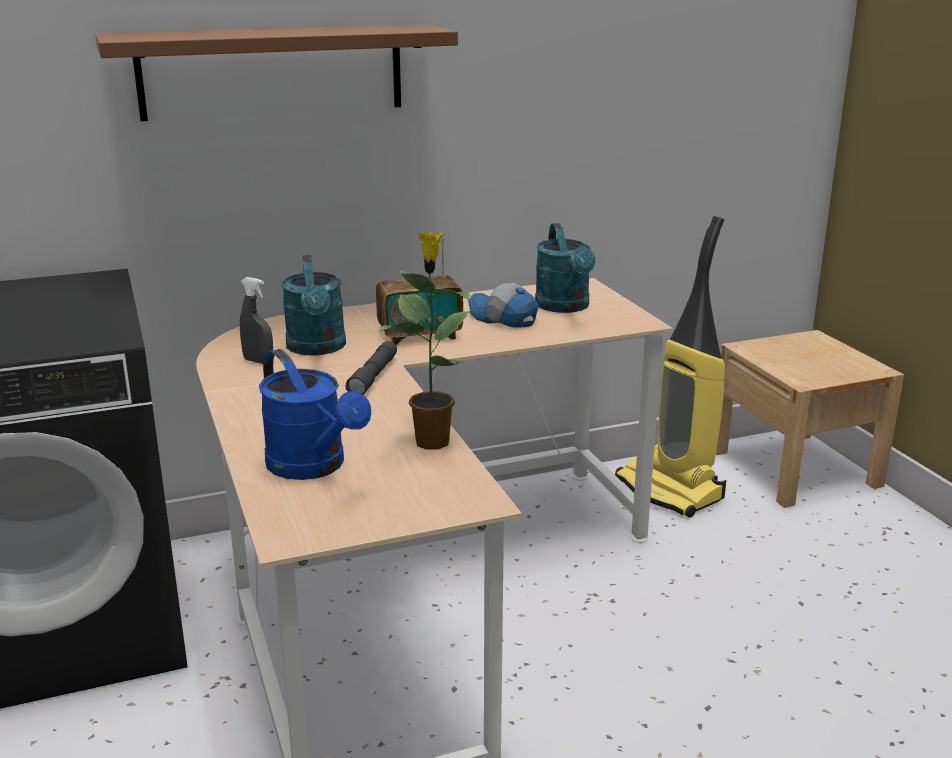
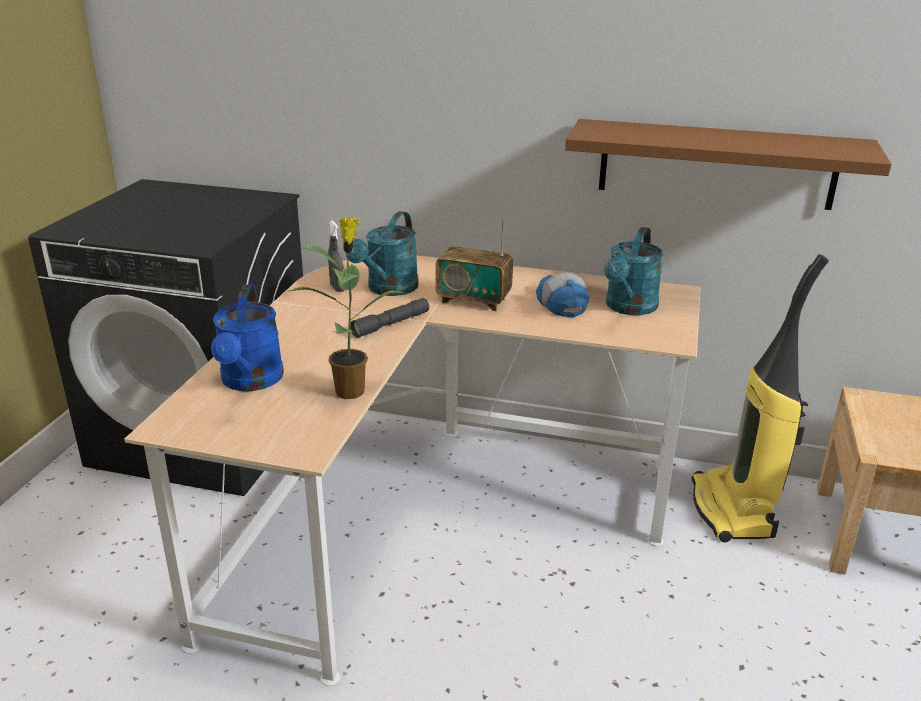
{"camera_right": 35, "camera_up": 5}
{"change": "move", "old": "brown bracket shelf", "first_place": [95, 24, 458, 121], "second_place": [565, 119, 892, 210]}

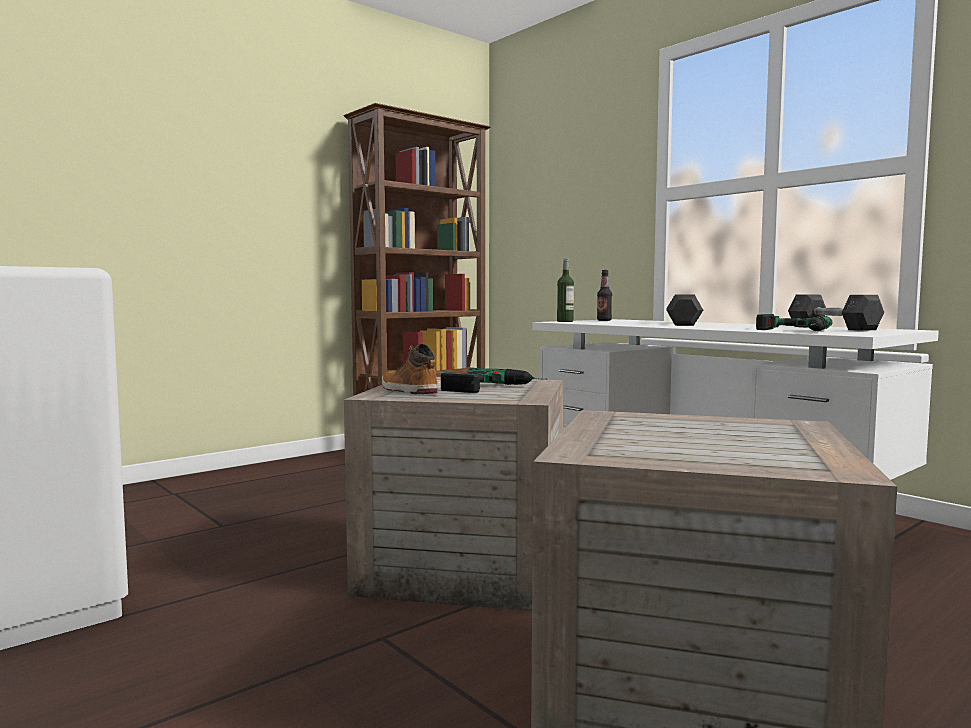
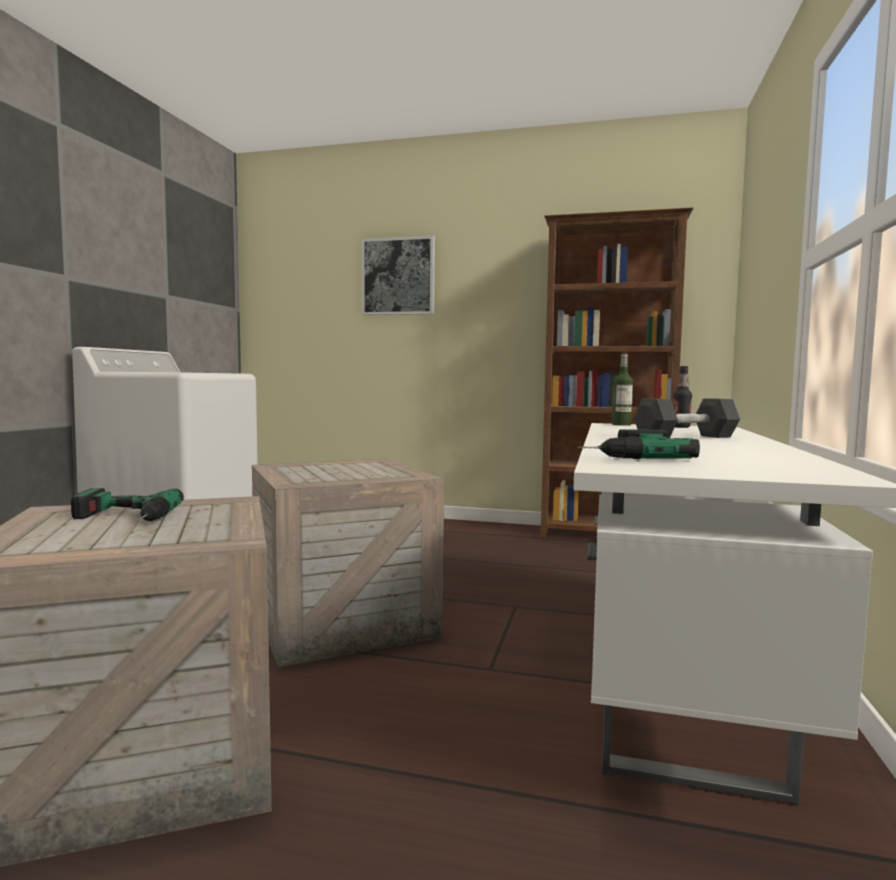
{"camera_right": 55, "camera_up": 0}
{"change": "delete", "old": "tall boot", "first_place": [382, 344, 438, 394]}
{"change": "move", "old": "drill", "first_place": [441, 368, 548, 393], "second_place": [71, 488, 184, 521]}
{"change": "delete", "old": "greyish free weight", "first_place": [788, 295, 884, 331]}
{"change": "insert", "new": "wall picture", "second_place": [361, 236, 435, 315]}

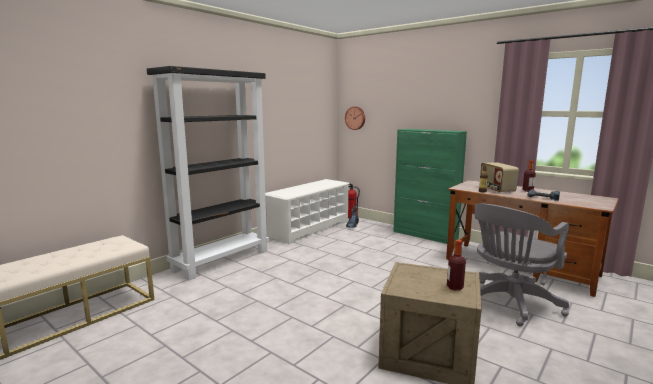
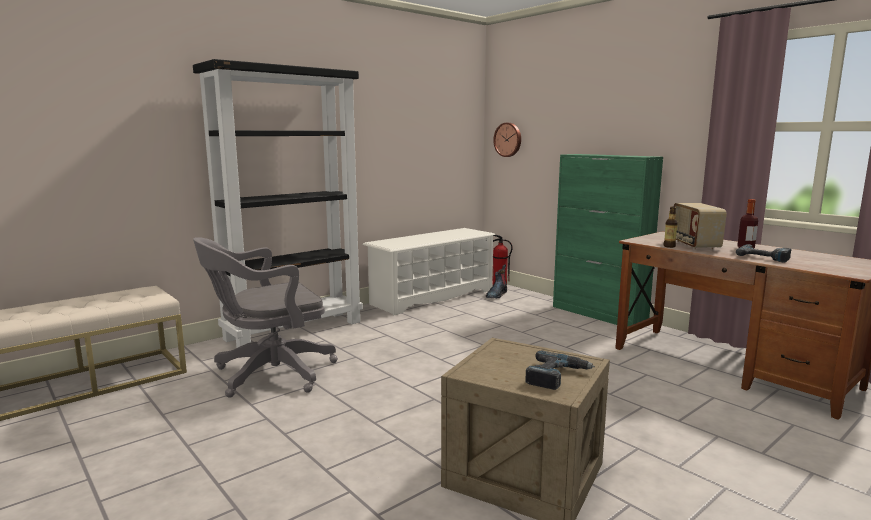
{"camera_right": 10, "camera_up": 0}
{"change": "replace", "old": "beverage bottle", "new": "drill", "first_place": [447, 240, 466, 291], "second_place": [525, 351, 595, 390]}
{"change": "move", "old": "greyish computer chair", "first_place": [475, 204, 569, 326], "second_place": [193, 237, 338, 398]}

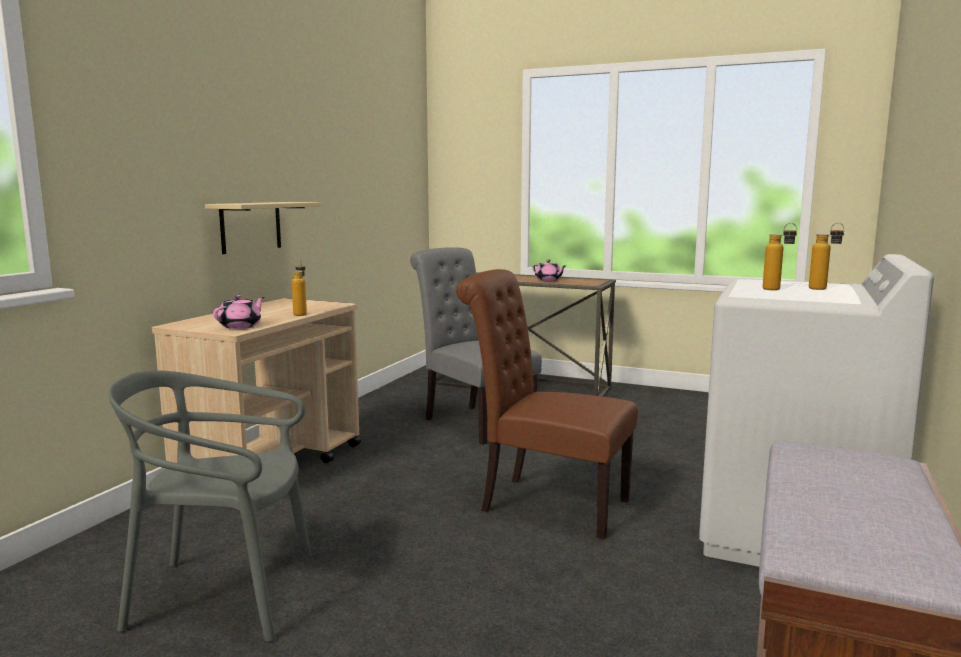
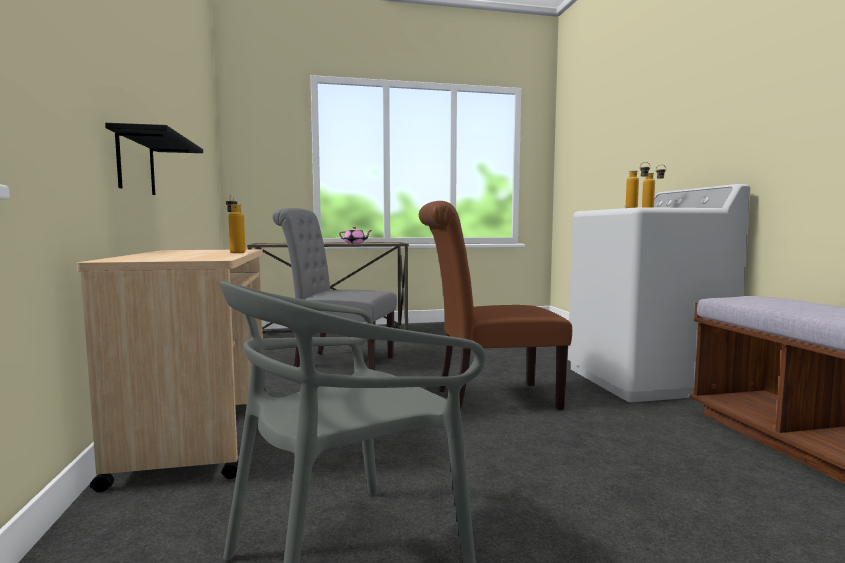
{"camera_right": -35, "camera_up": -5}
{"change": "recolor", "old": "beige-coloured bracket shelf", "new": "black bracket shelf", "first_place": [205, 202, 322, 254], "second_place": [105, 123, 203, 195]}
{"change": "delete", "old": "pinkish tea pot", "first_place": [213, 295, 264, 329]}

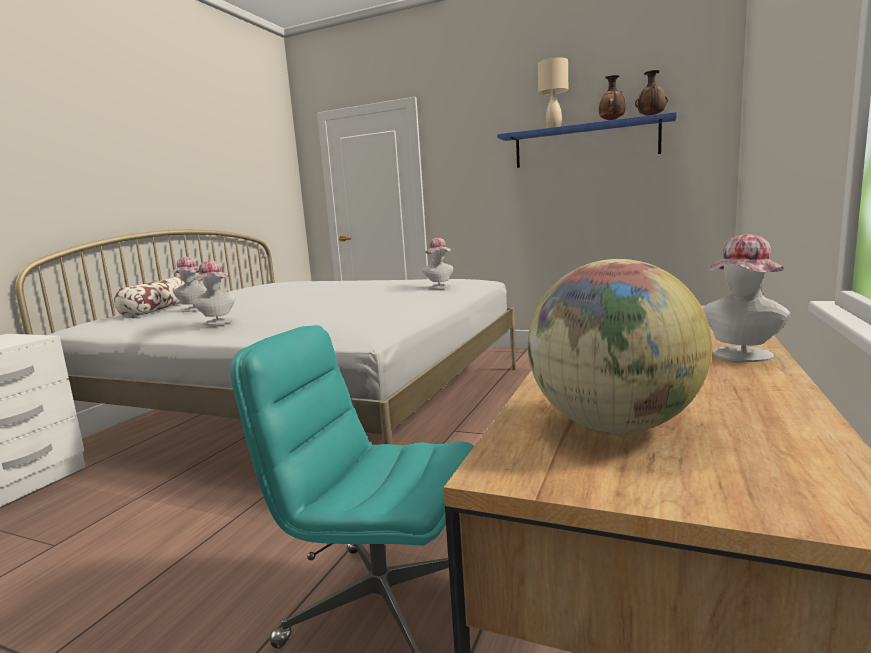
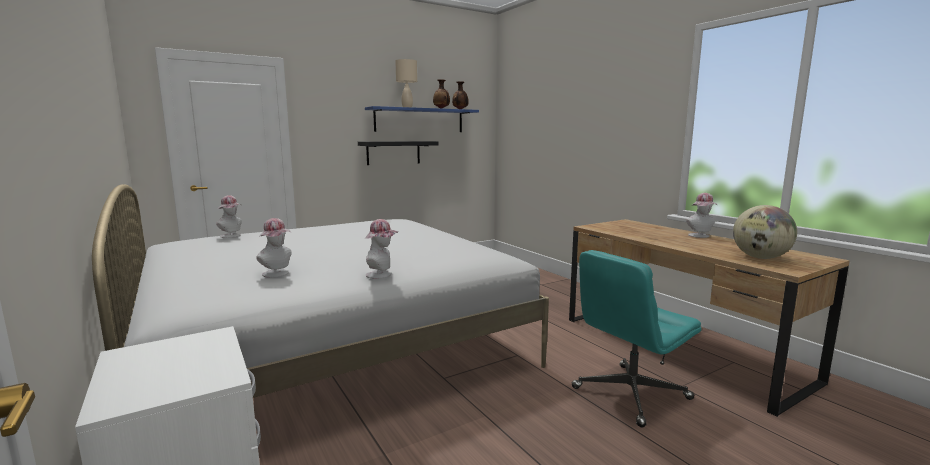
{"camera_right": -55, "camera_up": 0}
{"change": "delete", "old": "pillow", "first_place": [114, 276, 199, 318]}
{"change": "move", "old": "wearable hat", "first_place": [423, 238, 454, 289], "second_place": [216, 195, 242, 238]}
{"change": "insert", "new": "black bracket shelf", "second_place": [358, 141, 439, 165]}

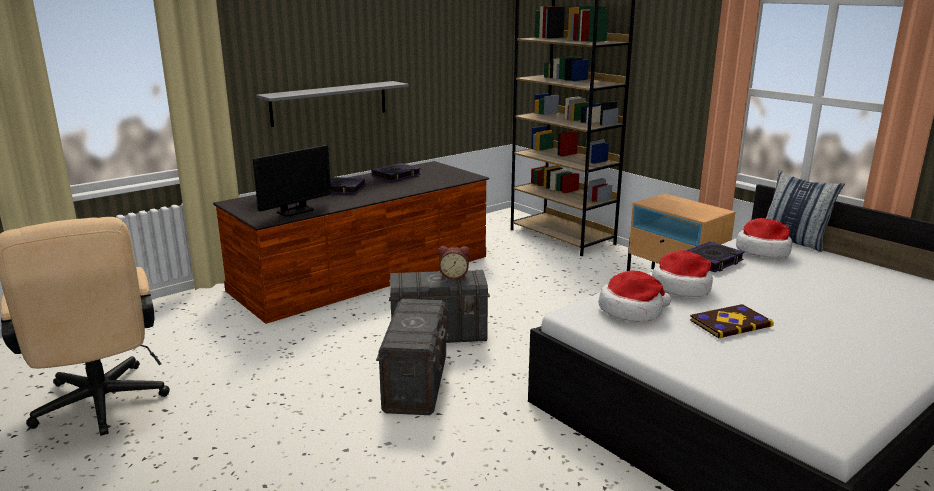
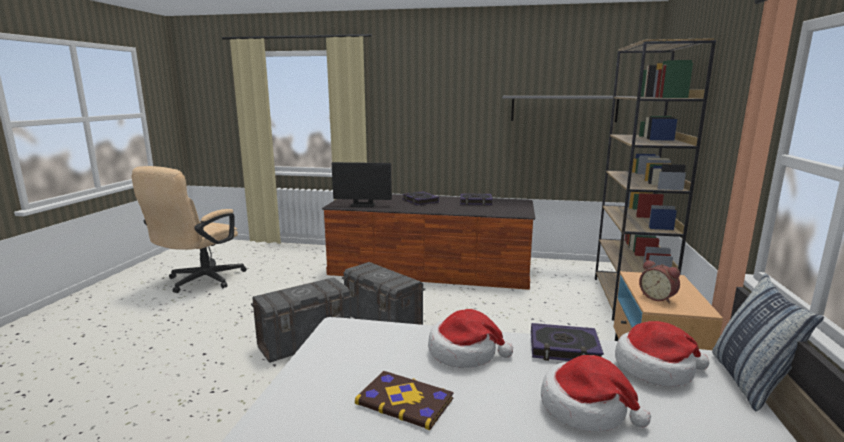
{"camera_right": 50, "camera_up": -5}
{"change": "move", "old": "greyish bracket shelf", "first_place": [256, 81, 409, 127], "second_place": [502, 96, 635, 122]}
{"change": "move", "old": "table clock", "first_place": [438, 246, 470, 280], "second_place": [639, 260, 680, 304]}
{"change": "move", "old": "wearable hat", "first_place": [599, 271, 671, 322], "second_place": [541, 355, 651, 431]}

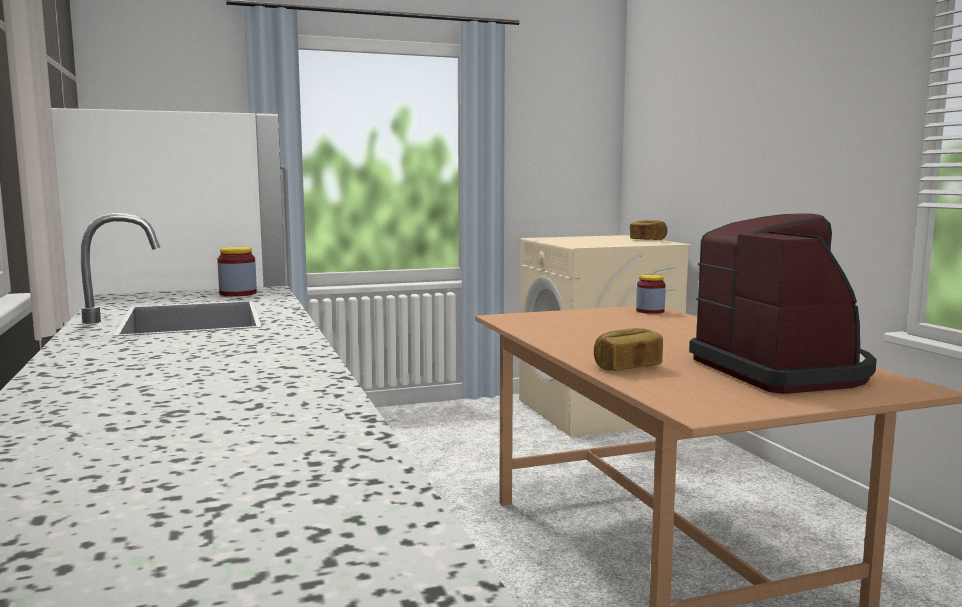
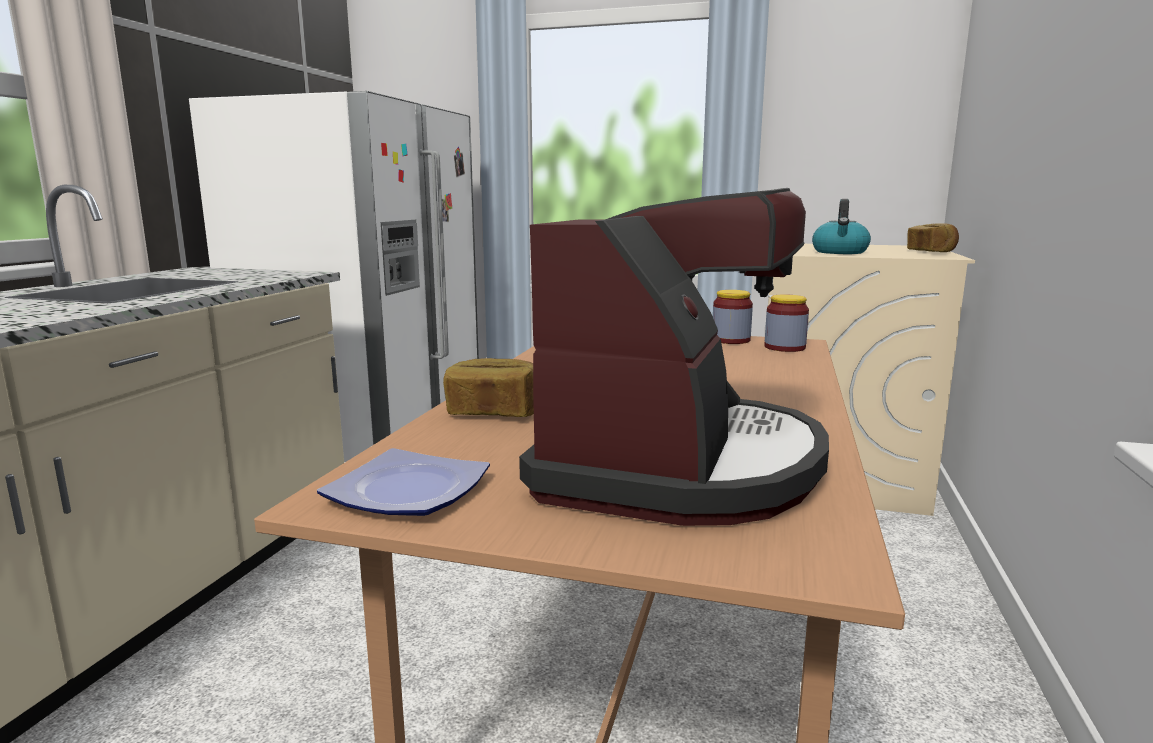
{"camera_right": 35, "camera_up": 5}
{"change": "move", "old": "preserve jar", "first_place": [218, 247, 257, 296], "second_place": [713, 290, 753, 344]}
{"change": "insert", "new": "plate", "second_place": [317, 448, 490, 516]}
{"change": "insert", "new": "kettle", "second_place": [812, 199, 871, 254]}

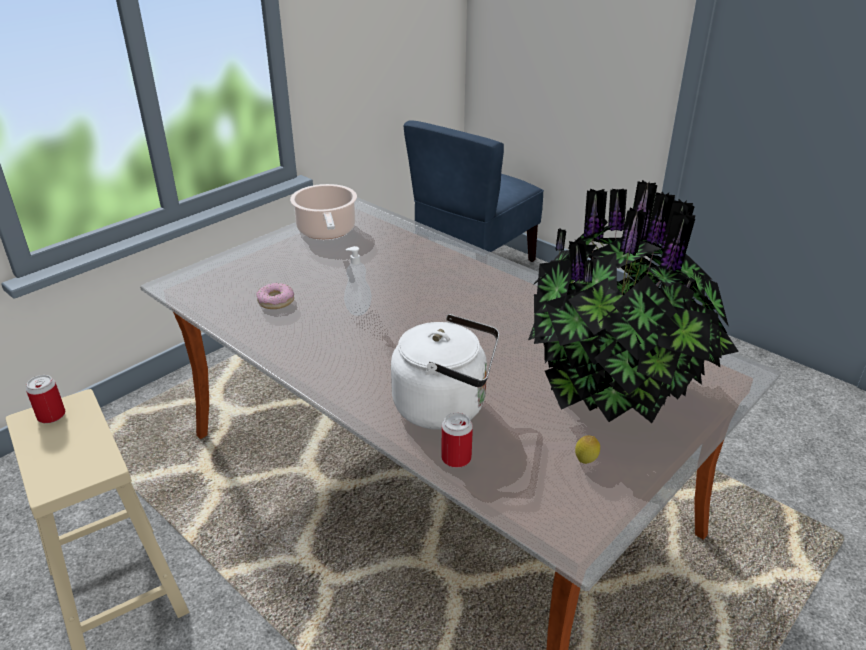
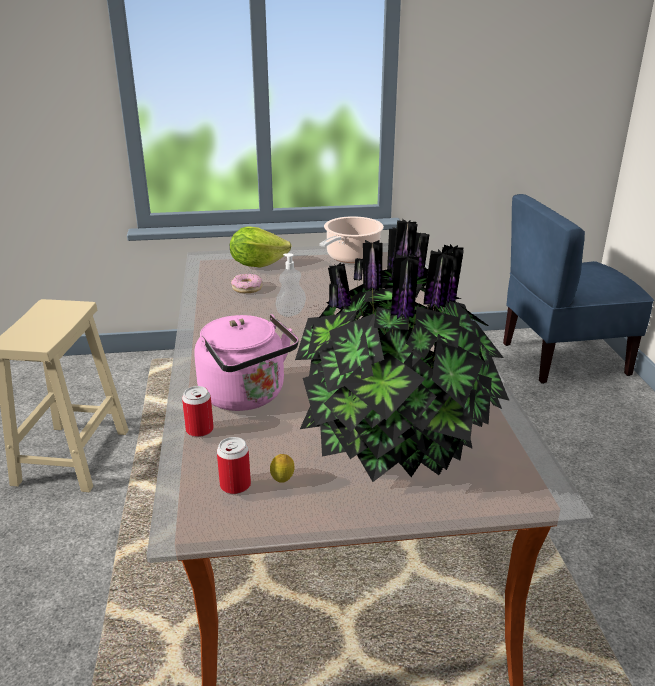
{"camera_right": 40, "camera_up": -5}
{"change": "move", "old": "can", "first_place": [26, 375, 65, 424], "second_place": [217, 437, 251, 494]}
{"change": "recolor", "old": "whitish kettle", "new": "pinkish kettle", "first_place": [391, 314, 499, 430], "second_place": [194, 314, 299, 411]}
{"change": "insert", "new": "head of lettuce", "second_place": [230, 226, 291, 268]}

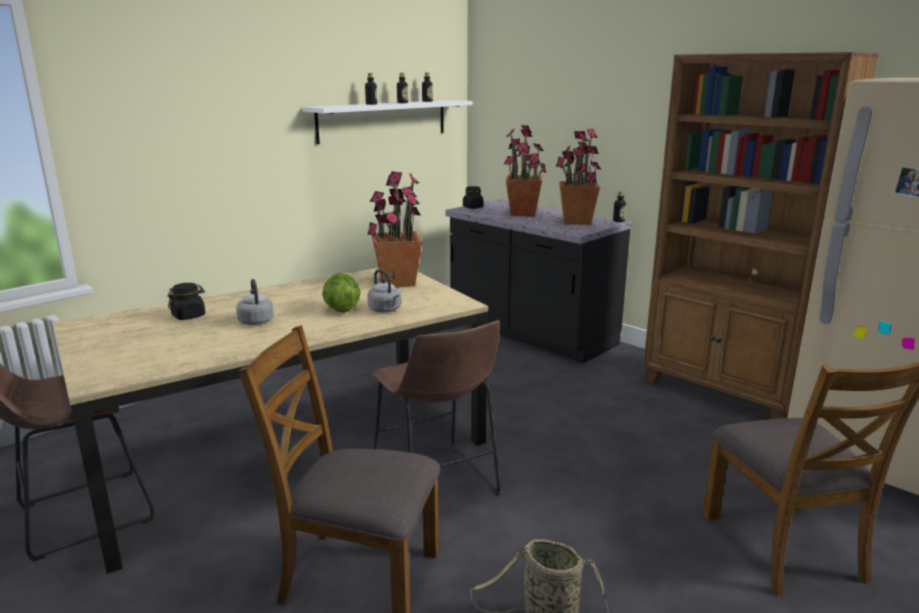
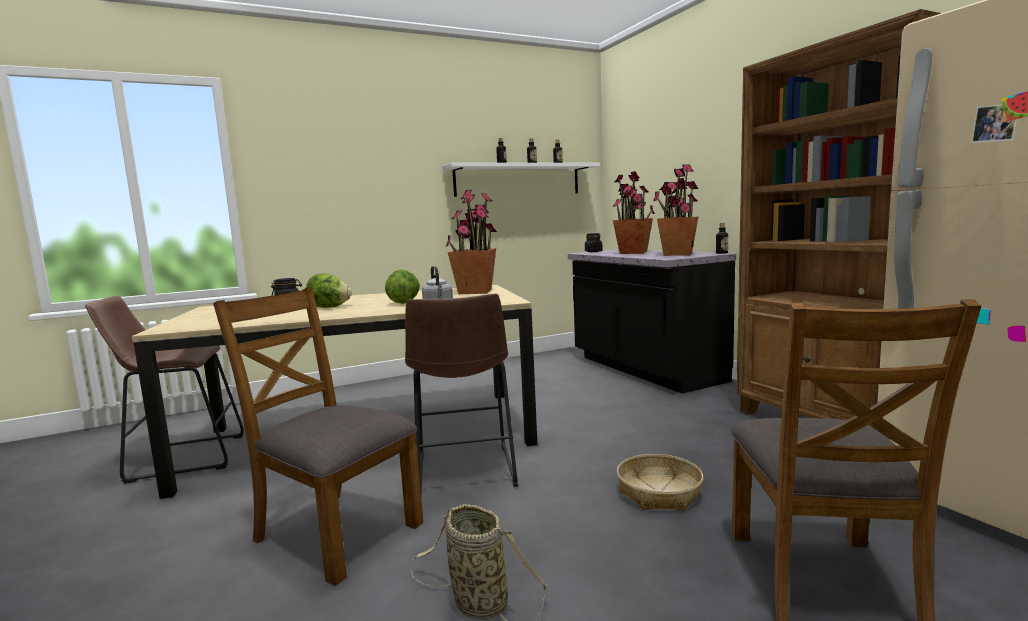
{"camera_right": 20, "camera_up": -10}
{"change": "replace", "old": "greyish kettle", "new": "head of lettuce", "first_place": [236, 279, 274, 325], "second_place": [306, 273, 351, 308]}
{"change": "insert", "new": "basket", "second_place": [617, 454, 704, 511]}

